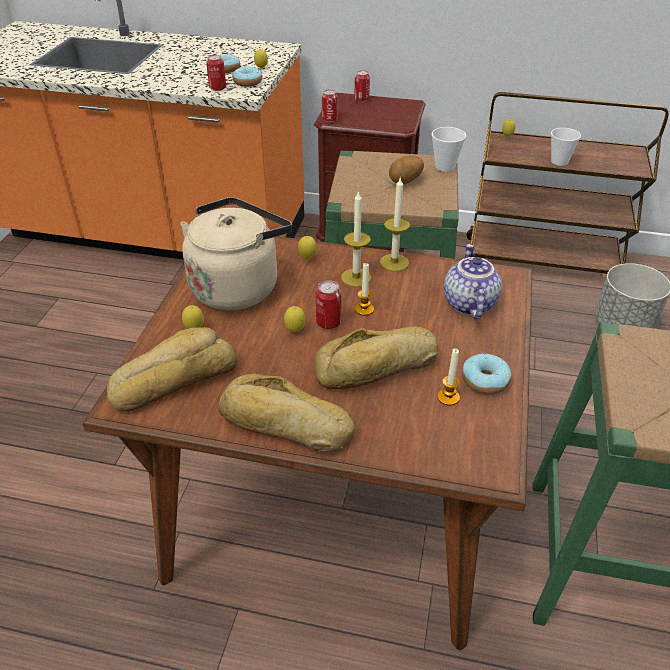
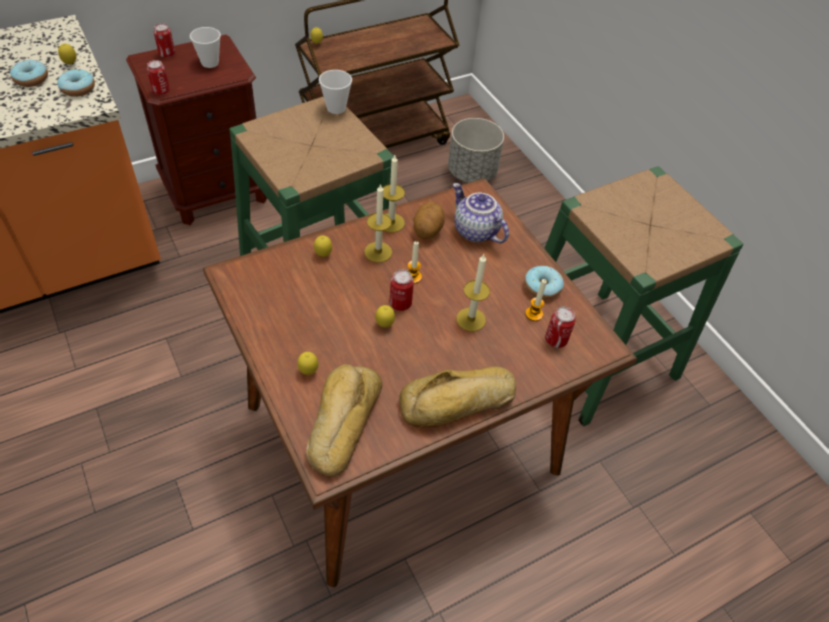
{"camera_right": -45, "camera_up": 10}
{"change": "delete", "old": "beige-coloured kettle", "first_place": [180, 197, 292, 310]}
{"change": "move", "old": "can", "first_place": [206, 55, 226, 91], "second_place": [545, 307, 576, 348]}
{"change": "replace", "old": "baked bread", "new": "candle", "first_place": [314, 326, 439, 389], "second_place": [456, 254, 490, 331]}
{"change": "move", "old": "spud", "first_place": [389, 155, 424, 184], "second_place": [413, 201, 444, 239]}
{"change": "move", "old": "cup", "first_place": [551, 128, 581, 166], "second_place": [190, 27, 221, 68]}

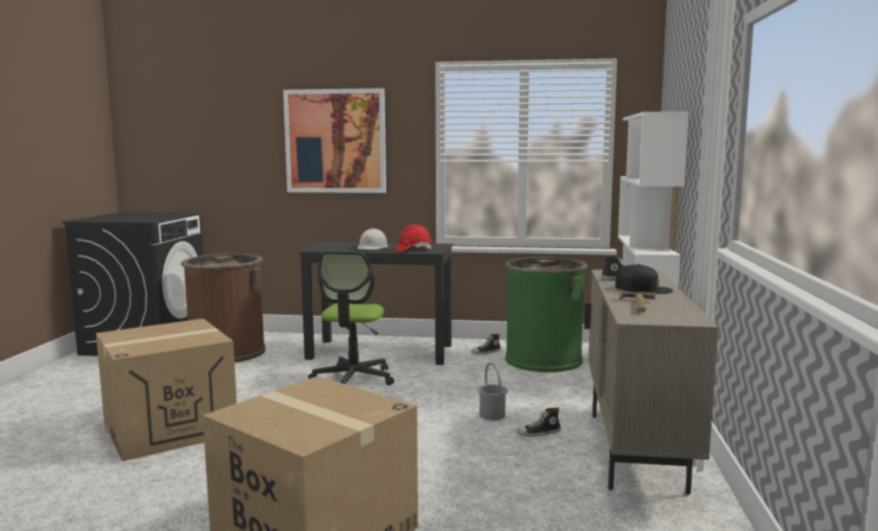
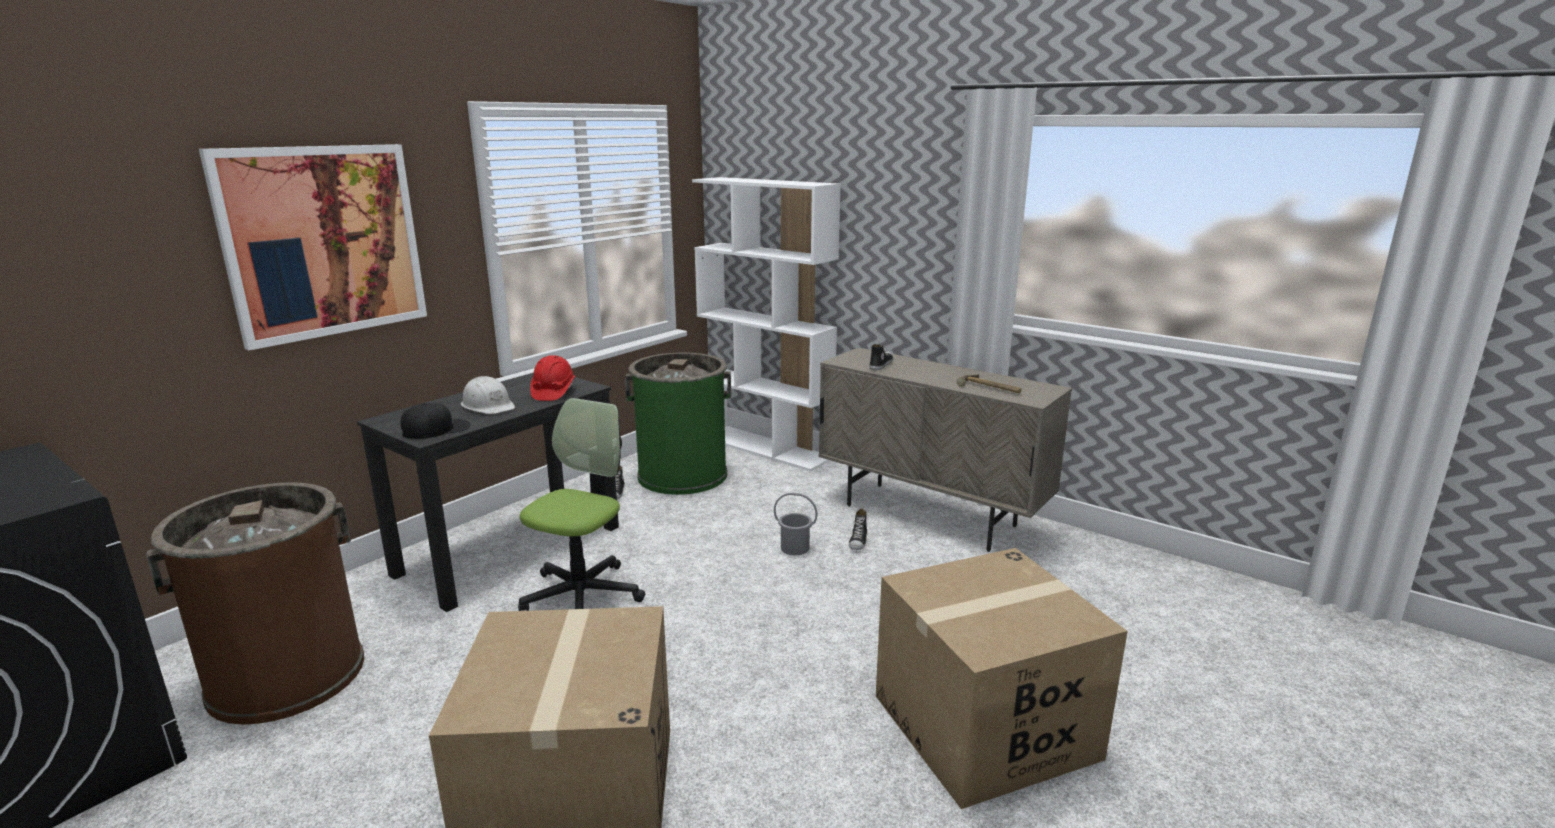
{"camera_right": -60, "camera_up": 10}
{"change": "rotate", "old": "computer chair", "first_place": [308, 251, 394, 385], "second_place": [518, 398, 645, 611], "degrees": -105}
{"change": "move", "old": "black cap", "first_place": [615, 264, 673, 294], "second_place": [401, 403, 470, 439]}

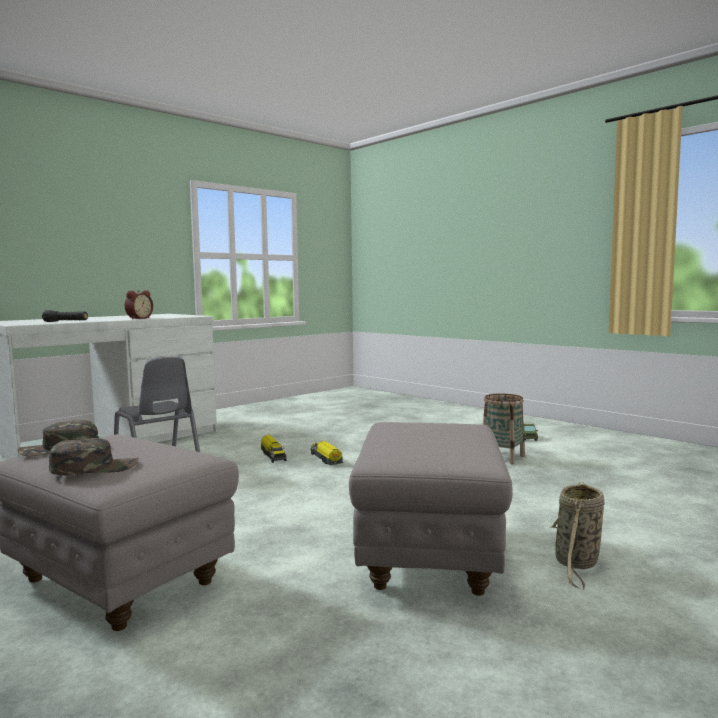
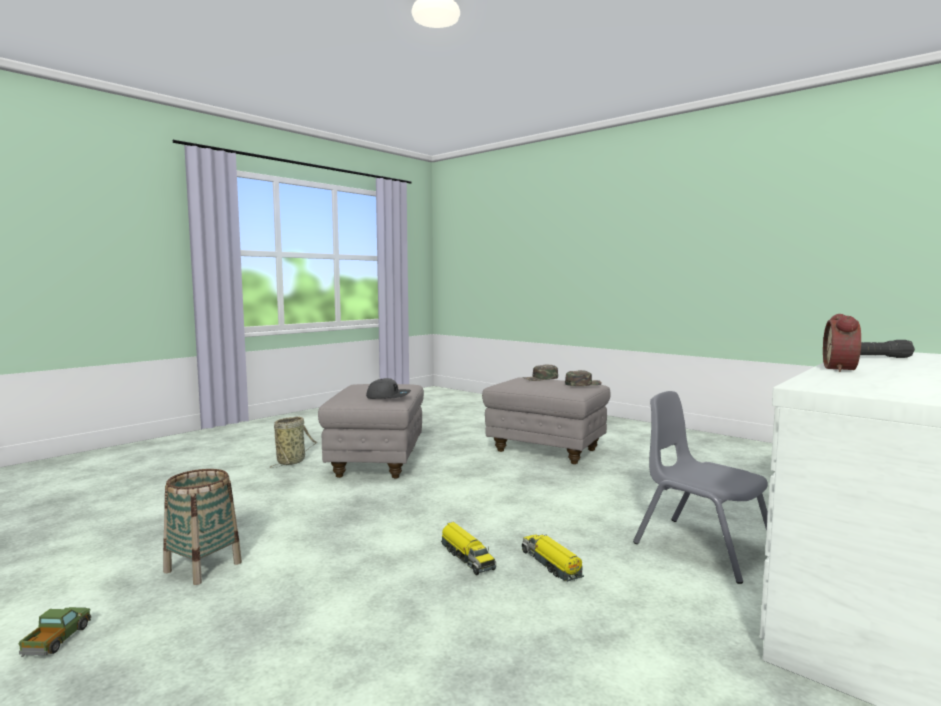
{"camera_right": 175, "camera_up": 0}
{"change": "insert", "new": "greyish cap", "second_place": [366, 378, 411, 399]}

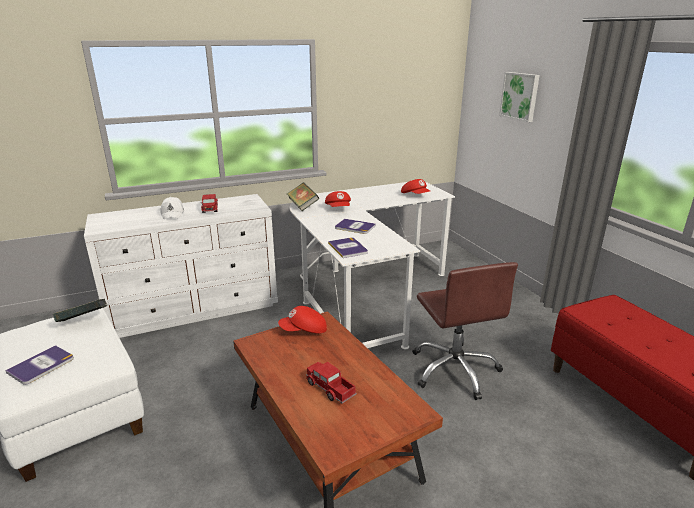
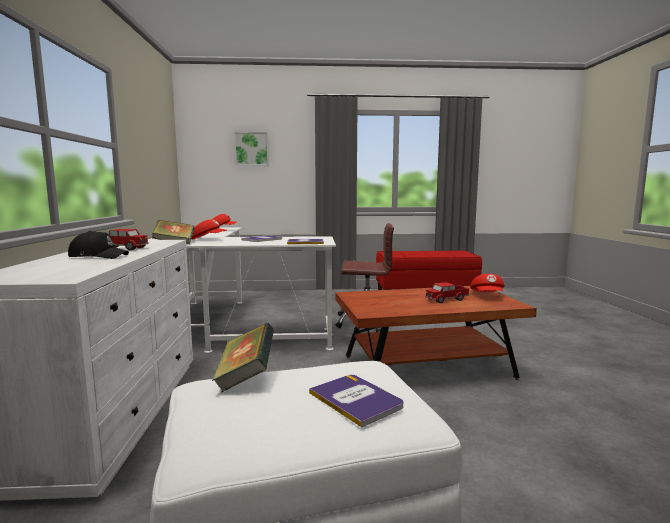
{"camera_right": -70, "camera_up": -15}
{"change": "recolor", "old": "whitish cap", "new": "black cap", "first_place": [161, 197, 184, 220], "second_place": [68, 231, 129, 259]}
{"change": "move", "old": "reddish cap", "first_place": [278, 306, 327, 334], "second_place": [470, 274, 504, 292]}

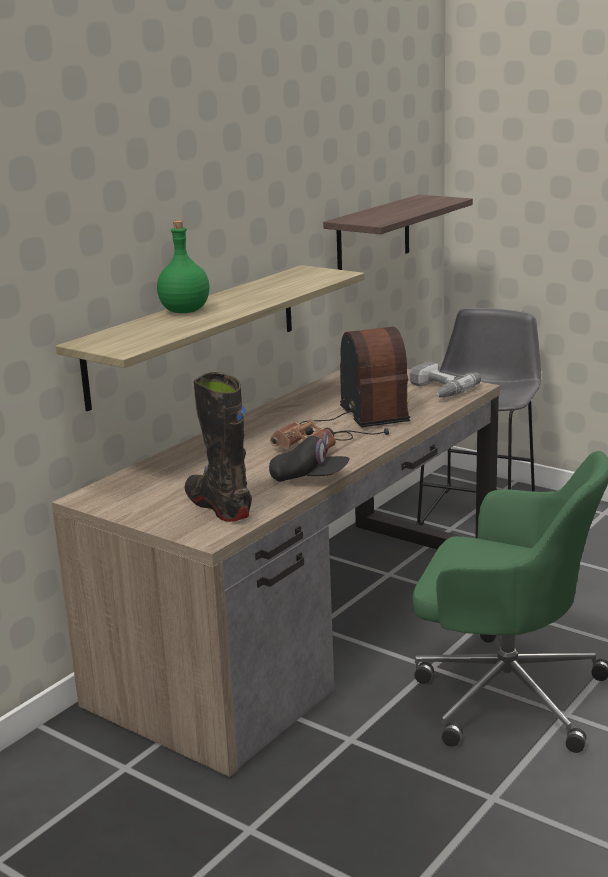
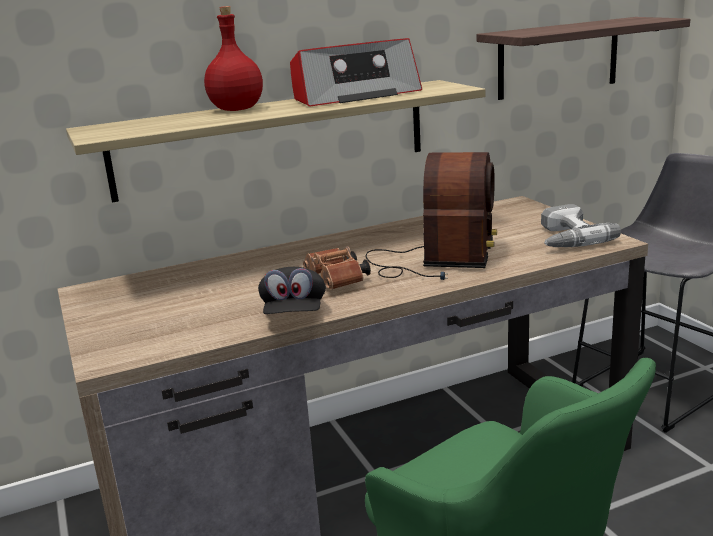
{"camera_right": 30, "camera_up": 0}
{"change": "recolor", "old": "green beverage bottle", "new": "reddish beverage bottle", "first_place": [157, 221, 209, 313], "second_place": [204, 6, 263, 111]}
{"change": "delete", "old": "black tall boot", "first_place": [184, 372, 252, 522]}
{"change": "rotate", "old": "black cap", "first_place": [269, 432, 350, 482], "second_place": [258, 267, 326, 314], "degrees": 45}
{"change": "insert", "new": "radio receiver", "second_place": [290, 38, 422, 107]}

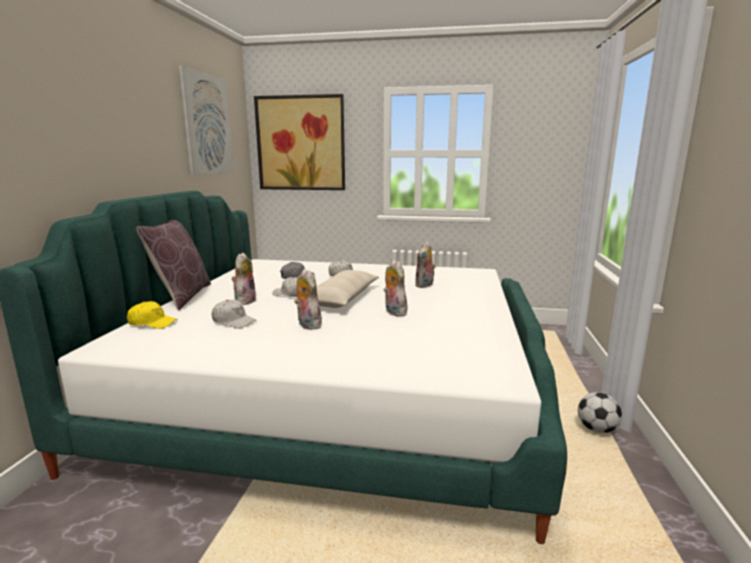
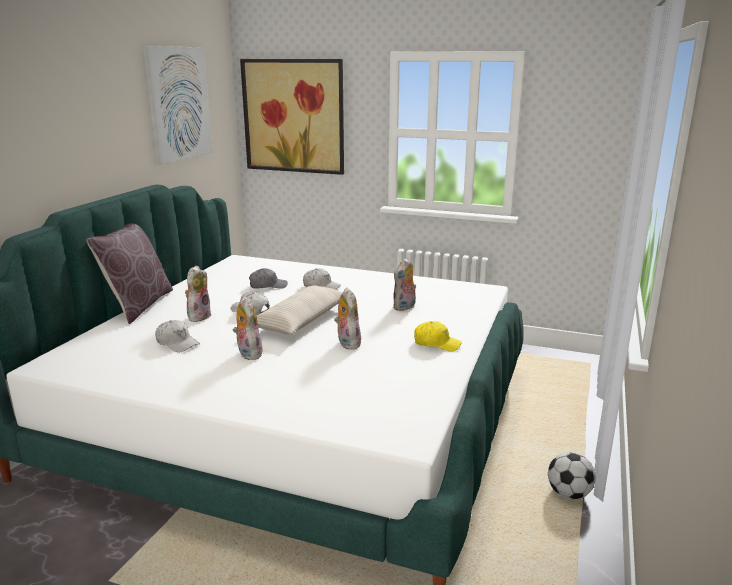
{"camera_right": 10, "camera_up": 5}
{"change": "move", "old": "yellowish cap", "first_place": [127, 301, 177, 329], "second_place": [414, 321, 462, 352]}

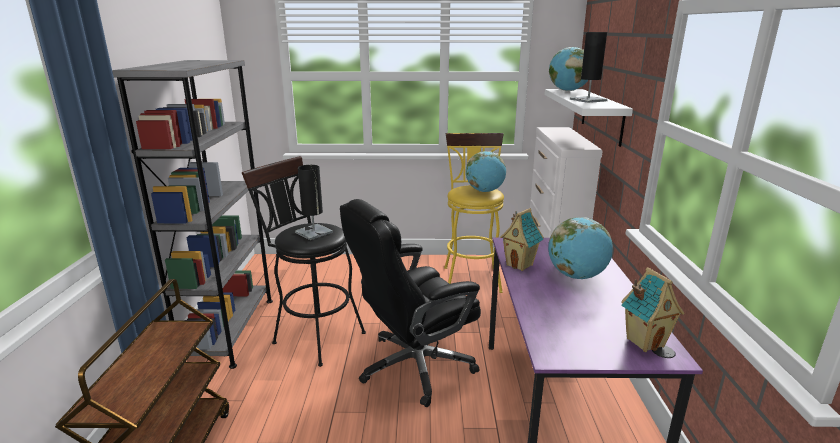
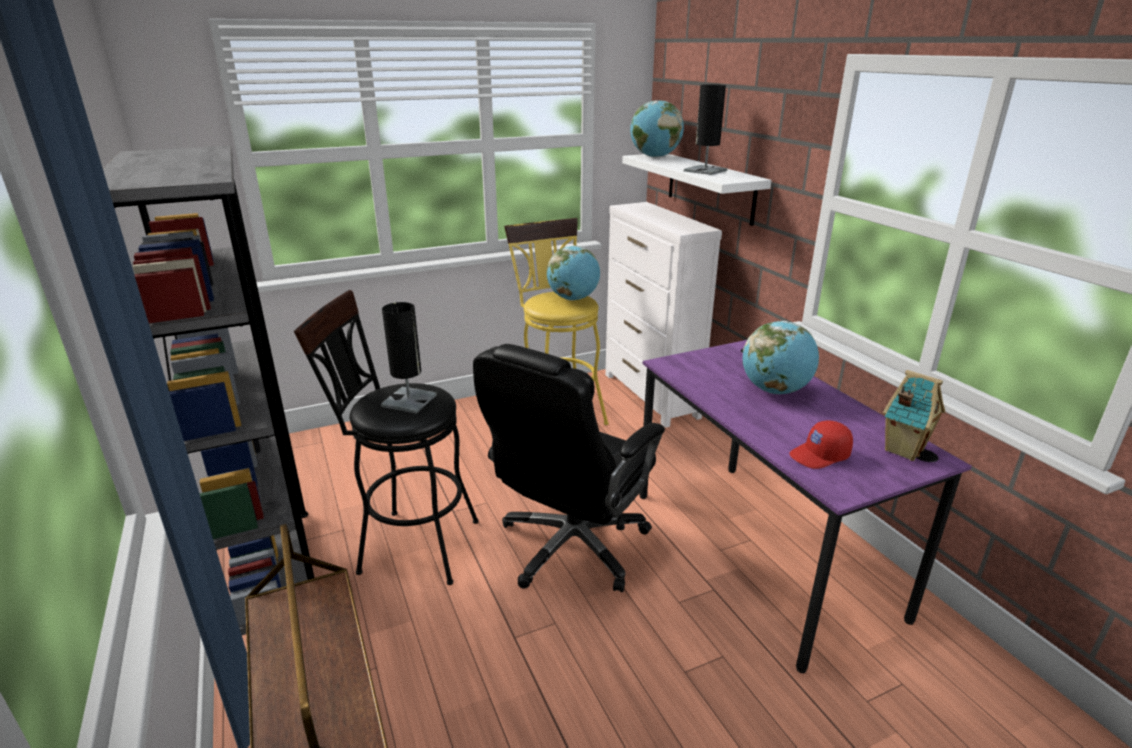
{"camera_right": -25, "camera_up": 5}
{"change": "delete", "old": "miniature house", "first_place": [500, 208, 544, 271]}
{"change": "insert", "new": "reddish cap", "second_place": [790, 421, 853, 469]}

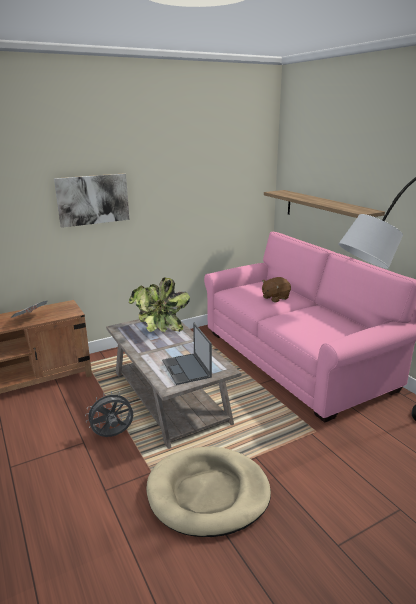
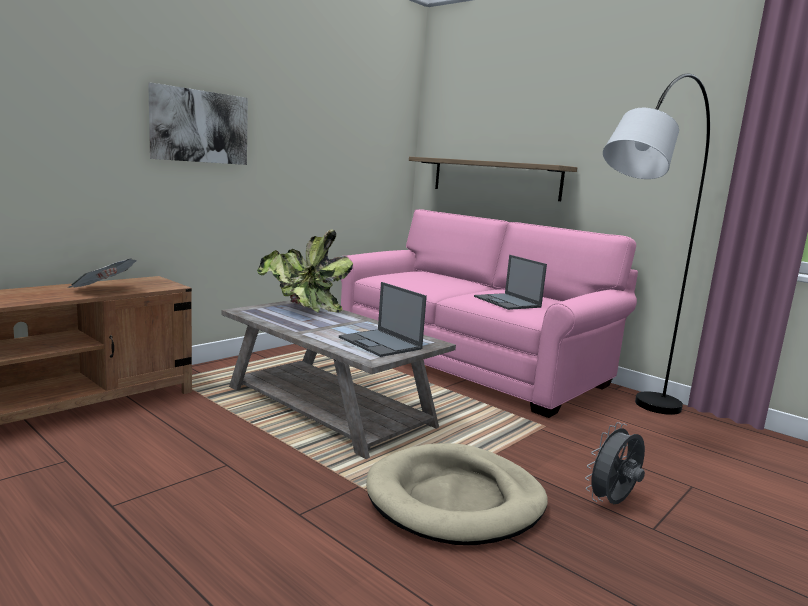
{"camera_right": -20, "camera_up": -10}
{"change": "move", "old": "greyish fan", "first_place": [85, 391, 134, 437], "second_place": [585, 422, 645, 504]}
{"change": "delete", "old": "brown plush toy", "first_place": [262, 277, 291, 302]}
{"change": "insert", "new": "notebook computer", "second_place": [474, 255, 547, 310]}

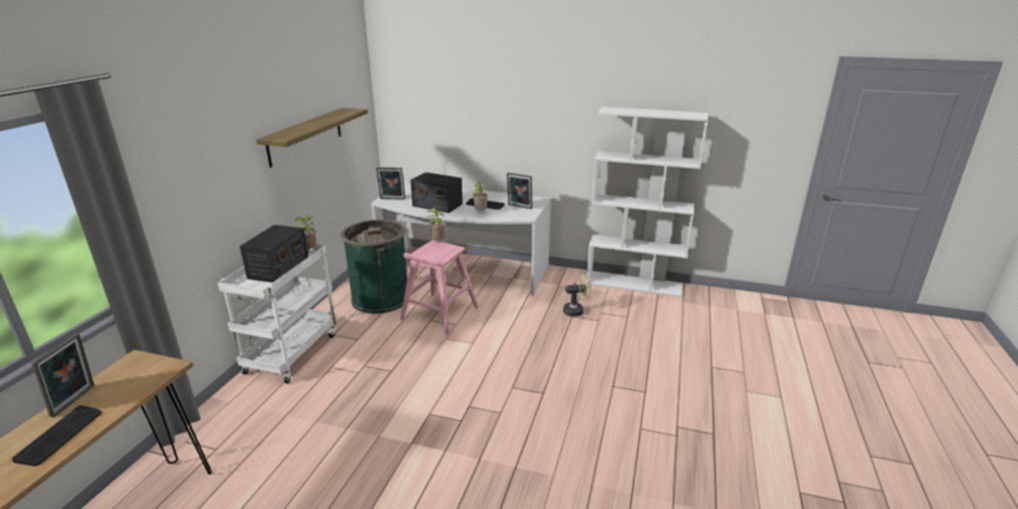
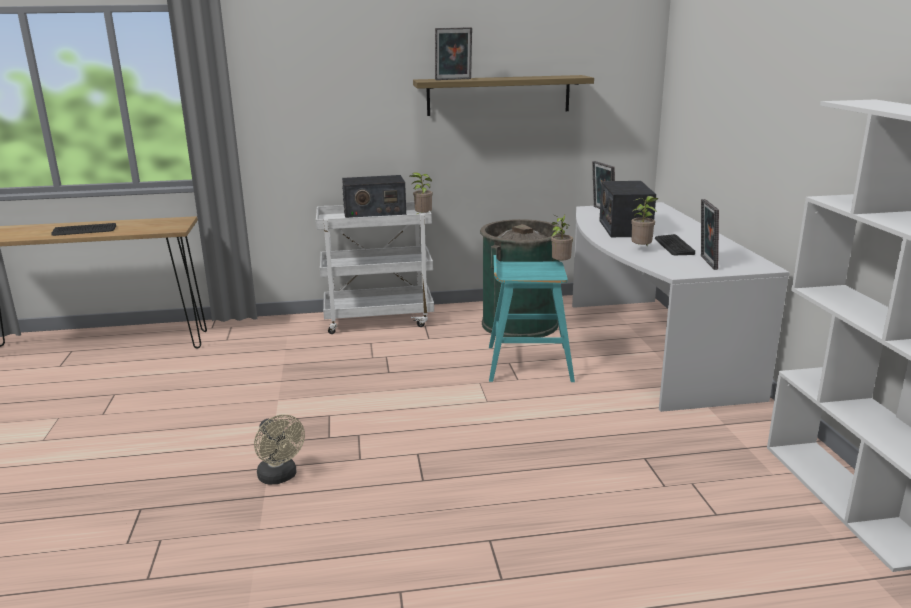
{"camera_right": 65, "camera_up": -5}
{"change": "move", "old": "picture frame", "first_place": [31, 334, 94, 418], "second_place": [435, 27, 472, 80]}
{"change": "recolor", "old": "pinkish stool", "new": "turquoise stool", "first_place": [400, 240, 479, 335], "second_place": [489, 255, 575, 382]}
{"change": "move", "old": "beige-coloured fan", "first_place": [563, 275, 592, 317], "second_place": [254, 414, 305, 484]}

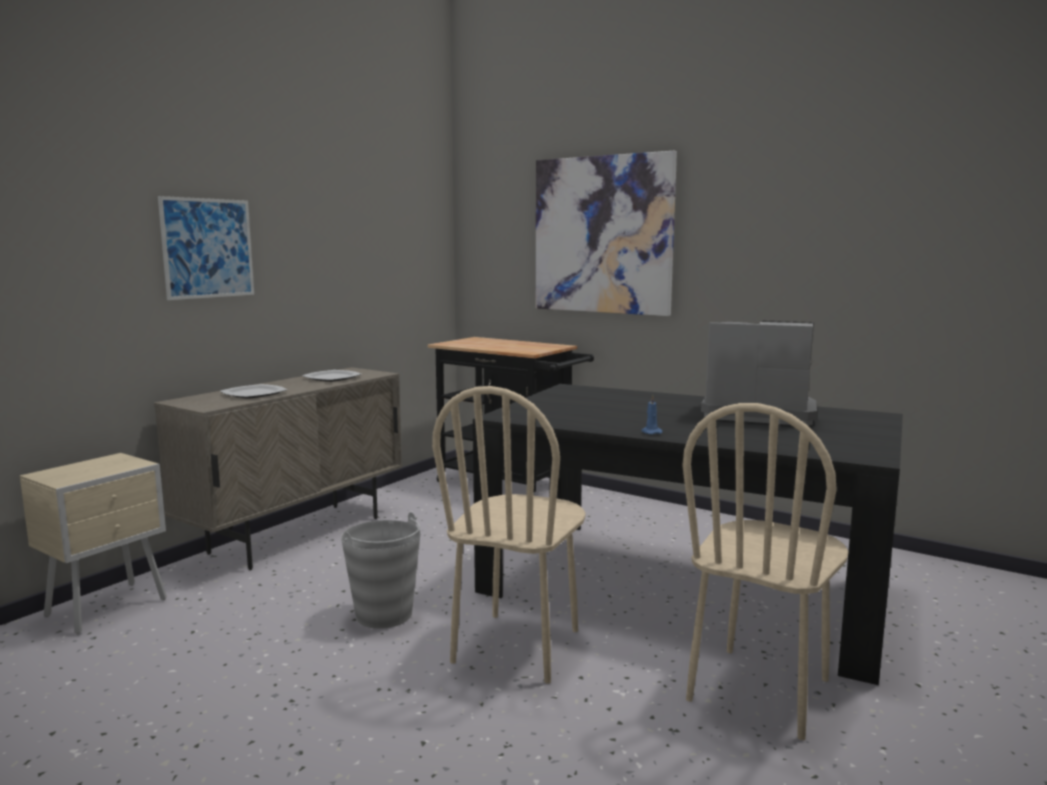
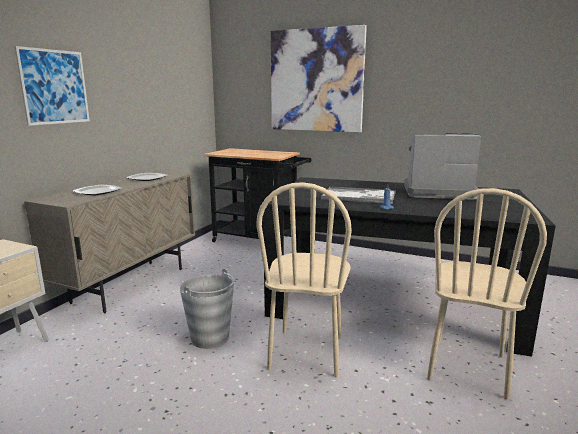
{"camera_right": -10, "camera_up": 5}
{"change": "insert", "new": "carrying tray", "second_place": [321, 186, 396, 204]}

